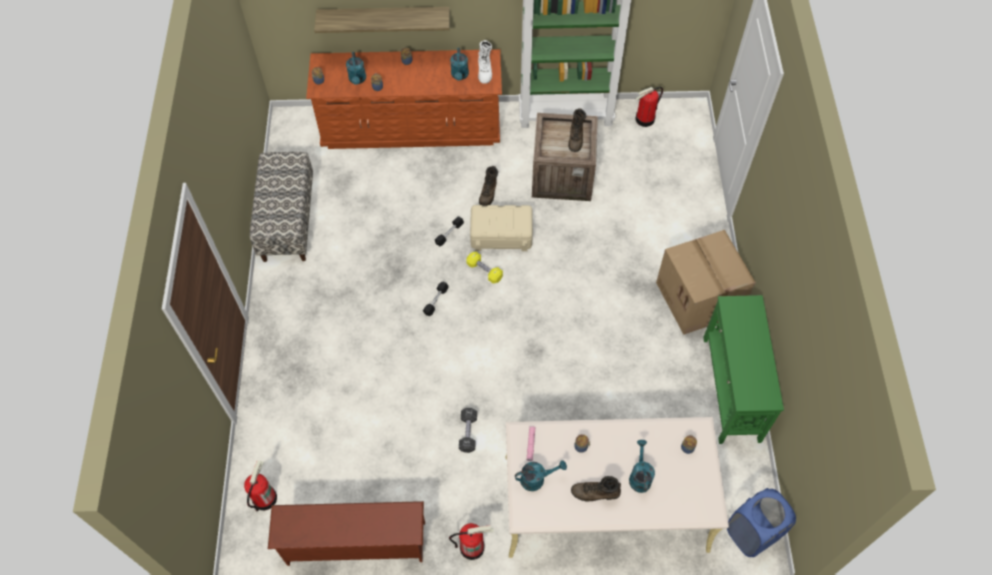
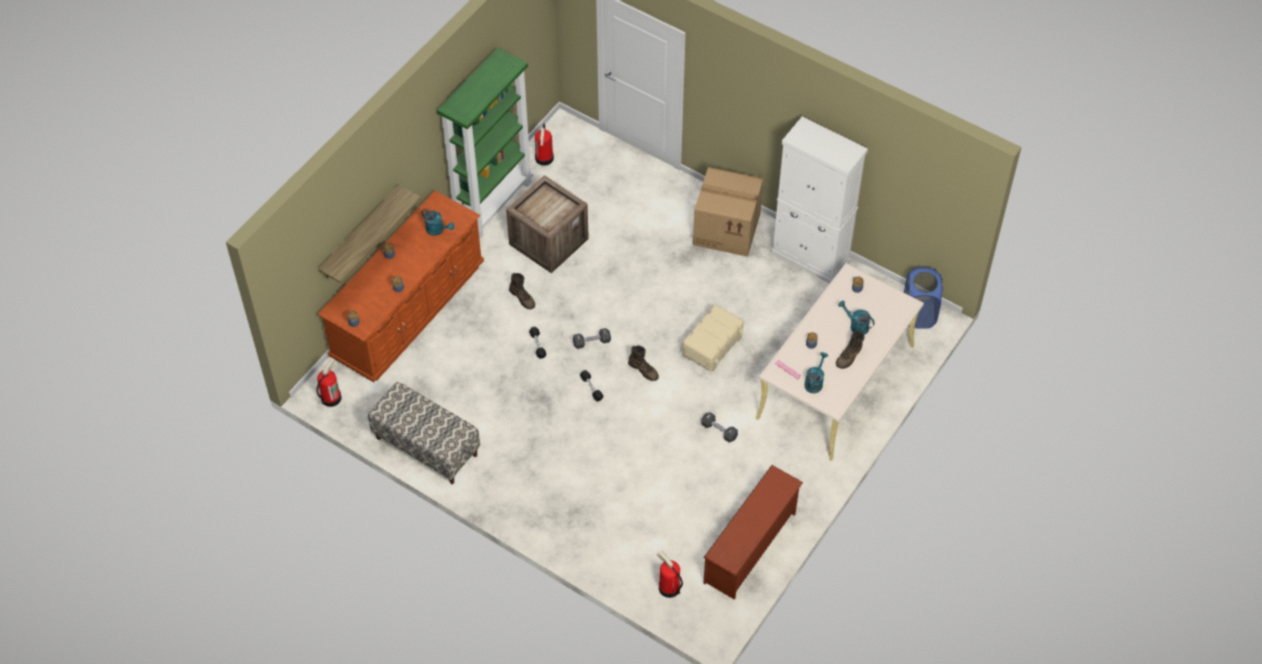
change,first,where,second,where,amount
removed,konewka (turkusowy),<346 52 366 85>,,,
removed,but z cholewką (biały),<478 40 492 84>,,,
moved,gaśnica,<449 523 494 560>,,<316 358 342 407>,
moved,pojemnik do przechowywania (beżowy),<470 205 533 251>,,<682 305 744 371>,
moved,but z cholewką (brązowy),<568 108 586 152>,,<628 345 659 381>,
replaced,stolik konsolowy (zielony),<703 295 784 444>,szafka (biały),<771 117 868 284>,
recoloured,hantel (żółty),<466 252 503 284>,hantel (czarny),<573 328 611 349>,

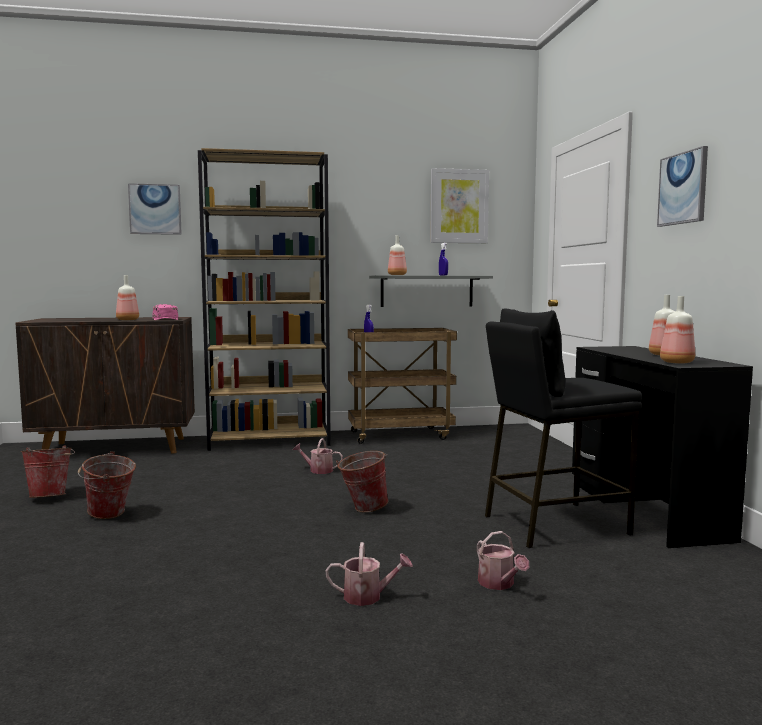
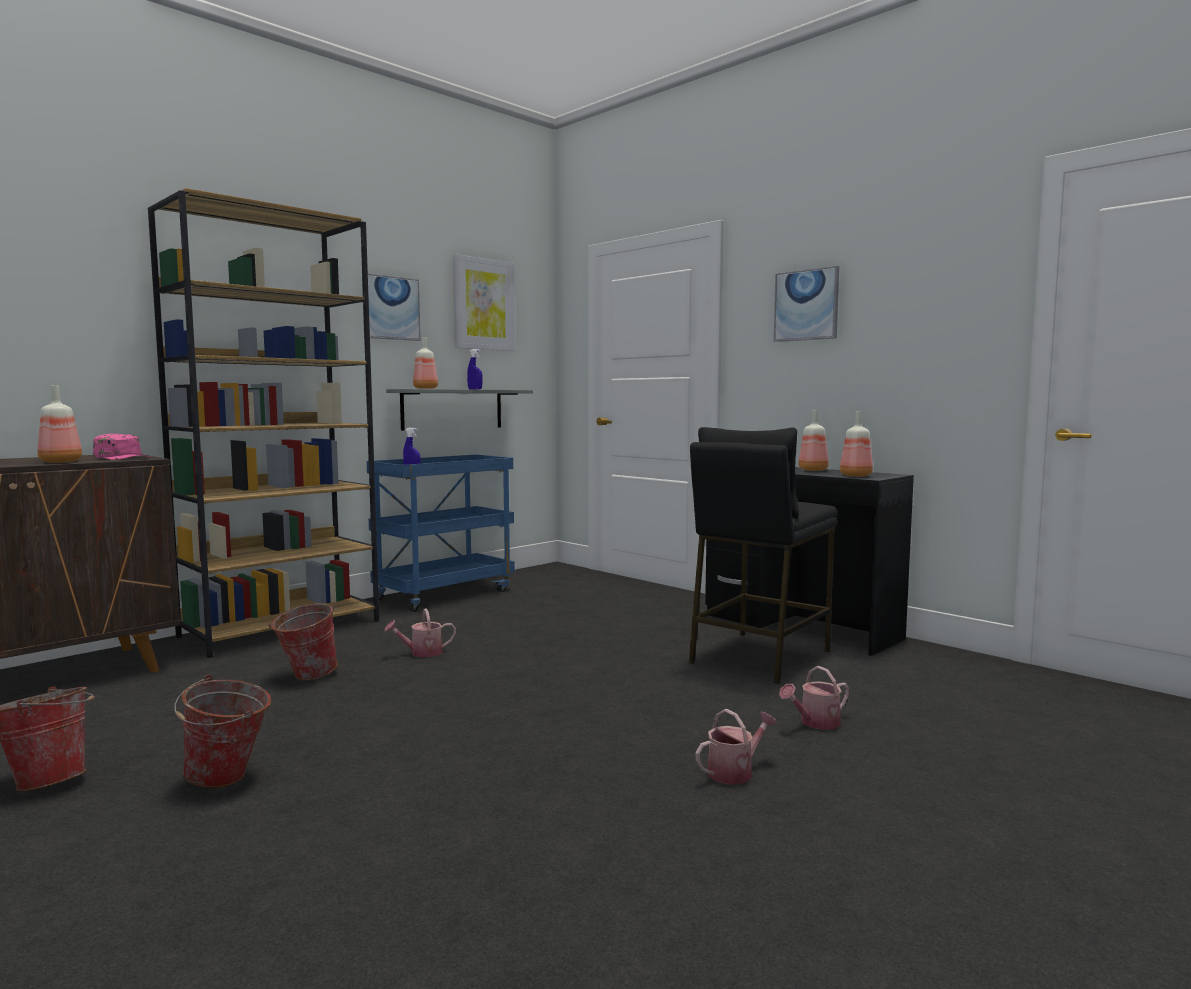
change,first,where,second,where,amount
moved,obraz,<128 183 182 235>,,<362 274 421 341>,
moved,wiadro,<336 451 389 513>,,<268 603 338 681>,
recoloured,wózek (brązowy),<348 328 457 444>,wózek (niebieski),<367 455 515 612>,
turned,konewka,<477 531 529 590>,,<779 666 850 730>,120 degrees clockwise

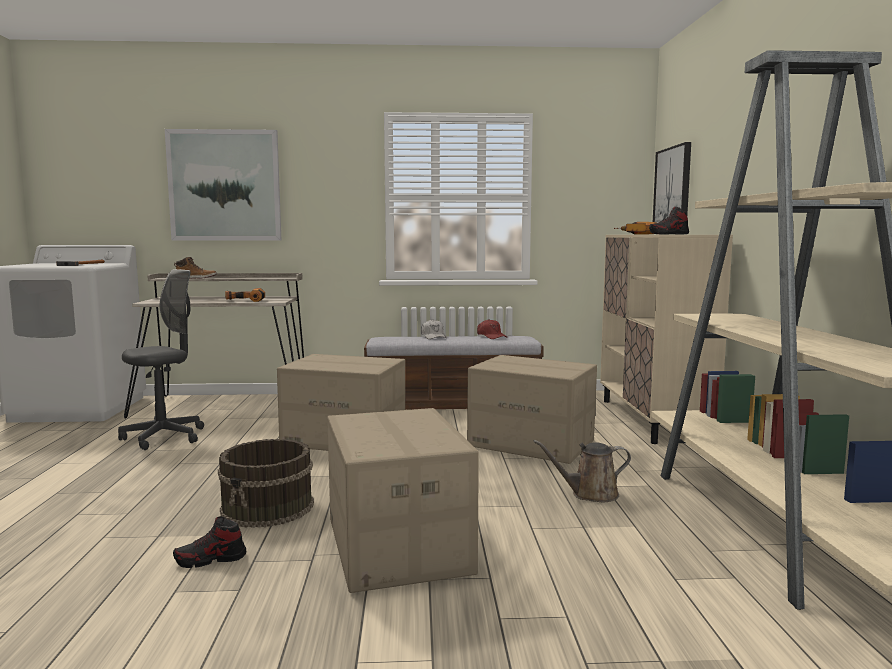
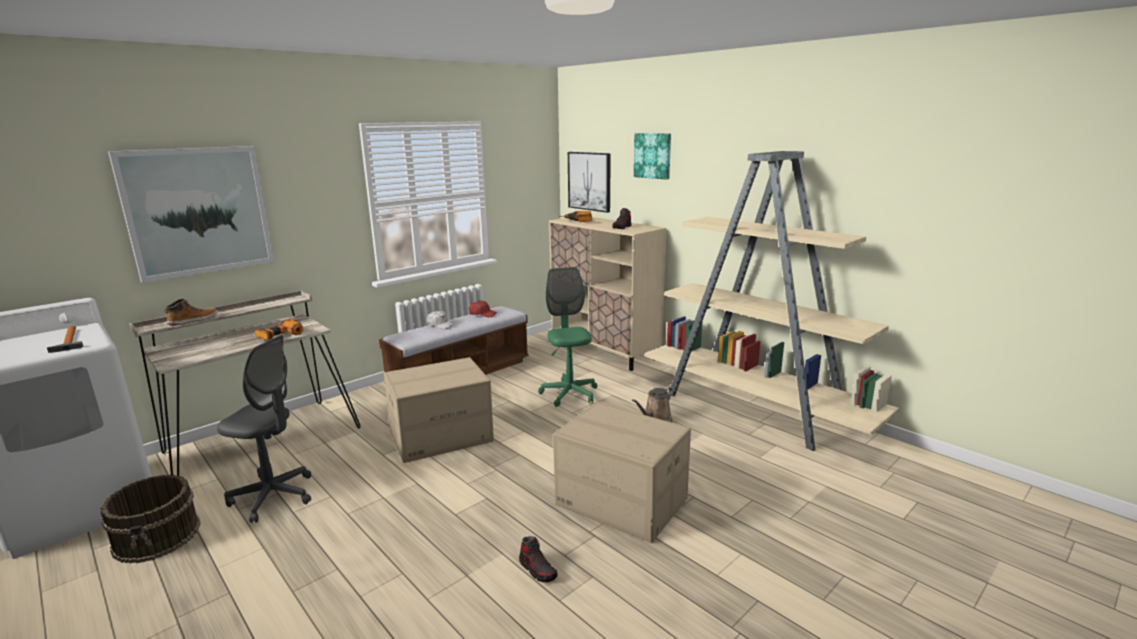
change,first,where,second,where,amount
added,,,obraz,<634 133 671 179>,
moved,wiadro (brązowy),<218 439 314 528>,,<100 475 201 563>,
replaced,karton,<467 355 597 464>,krzesło biurowe (zielony),<538 267 597 407>,
turned,krzesło biurowe (szary),<118 269 204 450>,,<217 335 311 523>,105 degrees clockwise
turned,but,<173 516 246 568>,,<519 536 557 582>,75 degrees counterclockwise

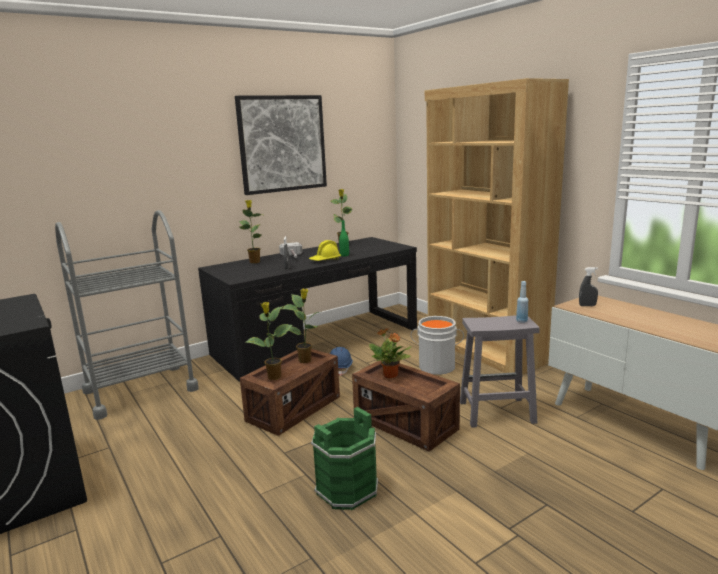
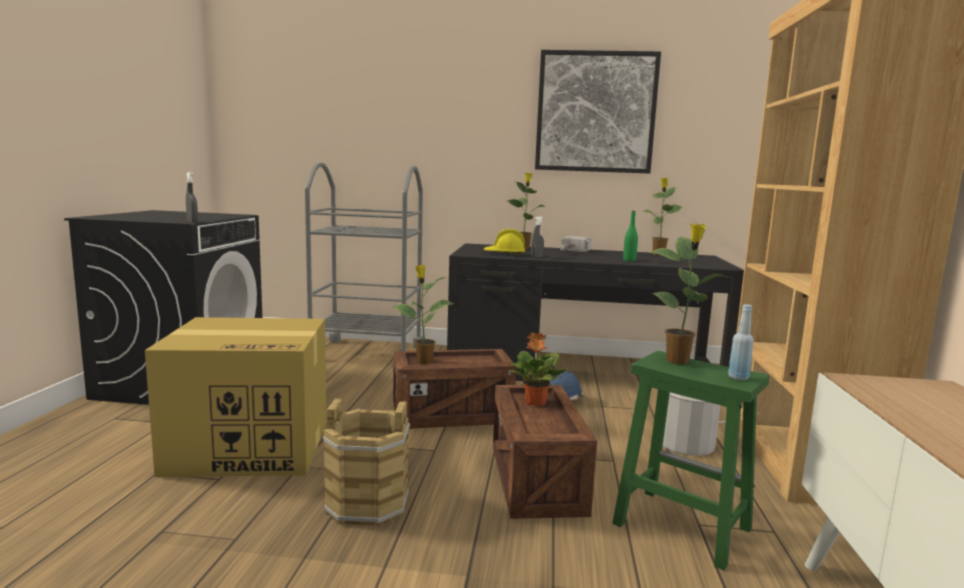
change,first,where,second,where,amount
added,,,karton,<145 317 327 477>,
moved,roślina doniczkowa,<282 289 319 363>,,<649 223 728 364>,
moved,kask (żółty),<309 240 341 261>,,<483 229 525 256>,
moved,spryskiwacz (szary),<579 267 598 306>,,<186 172 198 222>,
recoloured,wiadro (zielony),<311 407 378 510>,wiadro (brązowy),<323 399 410 527>,
recoloured,stołek (szary),<460 315 540 428>,stołek (zielony),<612 351 769 570>,

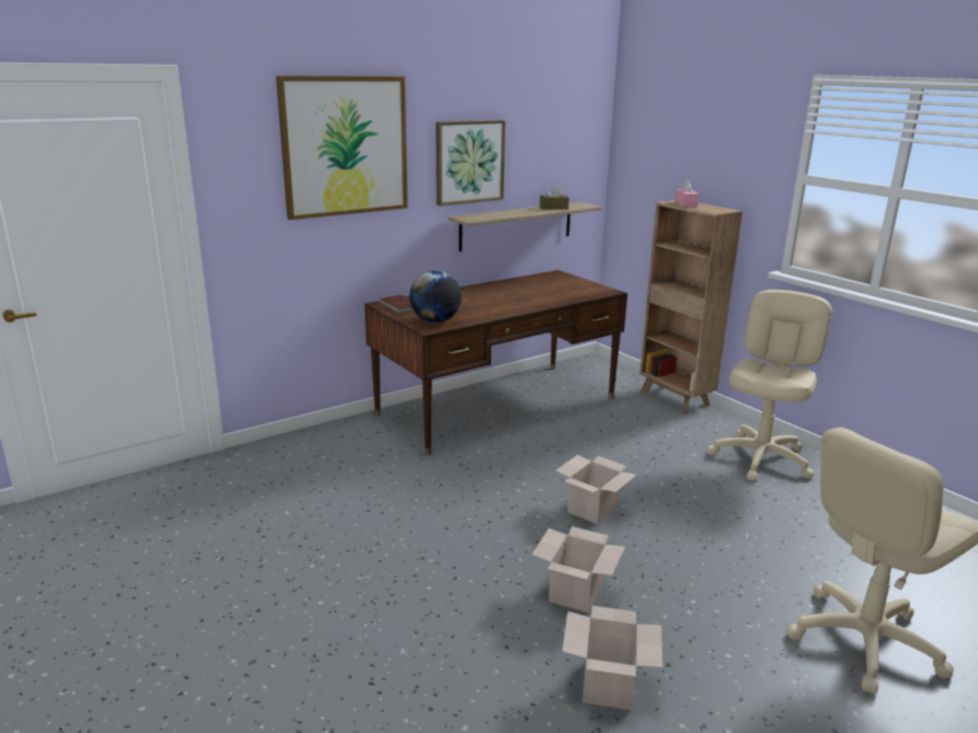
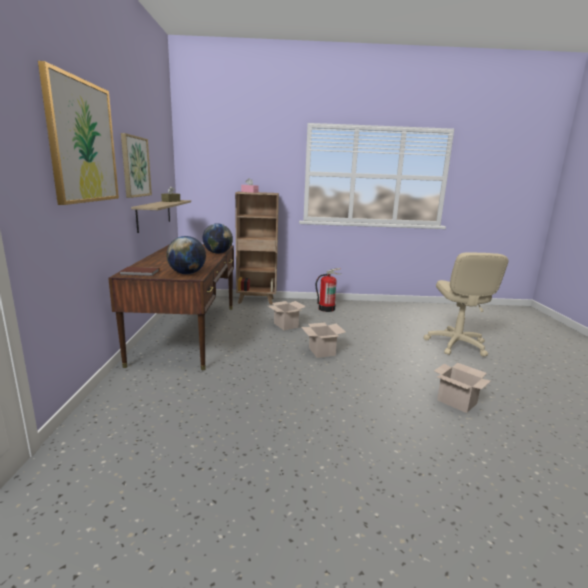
change,first,where,second,where,amount
added,,,globus,<203 223 233 254>,
moved,karton,<532 526 625 613>,,<268 301 306 330>,
replaced,krzesło biurowe (beżowy),<707 290 832 481>,gaśnica,<316 268 340 312>,

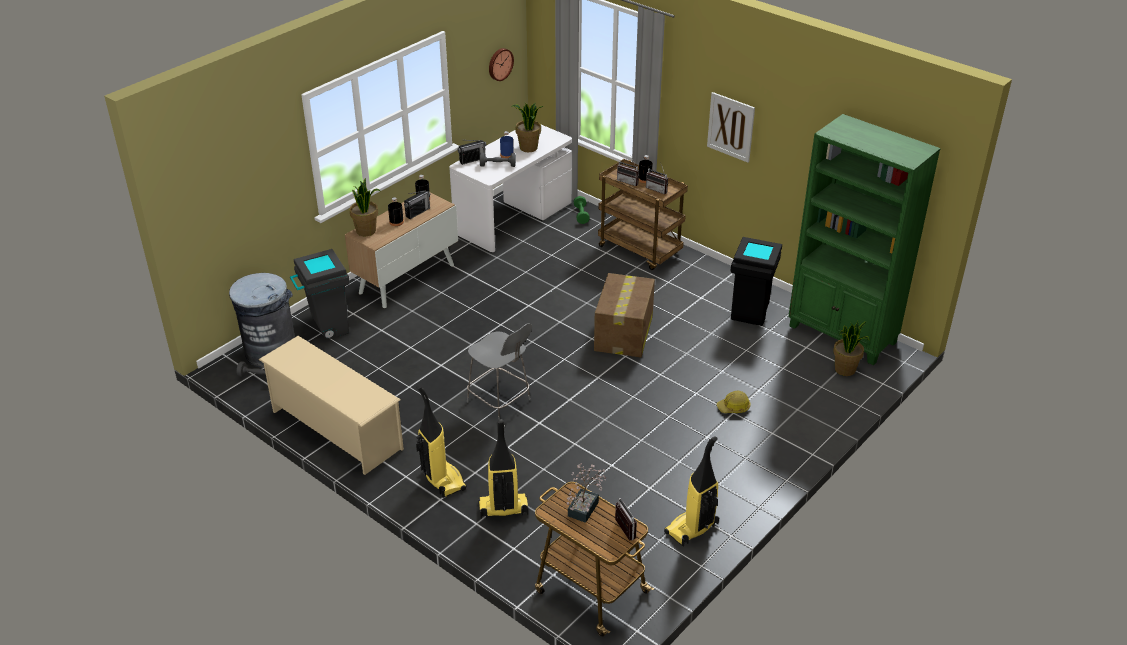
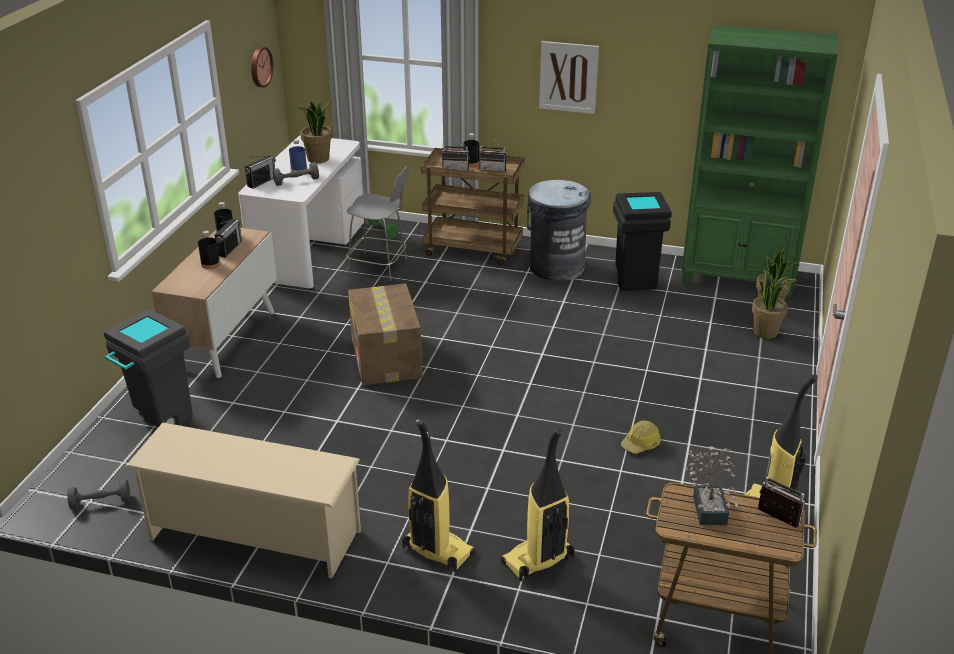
change,first,where,second,where,amount
moved,kosz na śmieci (szary),<229 273 295 368>,,<527 180 591 281>,
moved,roślina doniczkowa,<349 178 380 236>,,<752 269 797 339>,
moved,stołek (szary),<467 323 532 420>,,<346 166 409 281>,
moved,karton,<594 273 655 357>,,<348 284 422 386>,
moved,kask,<717 390 751 413>,,<621 421 661 454>,

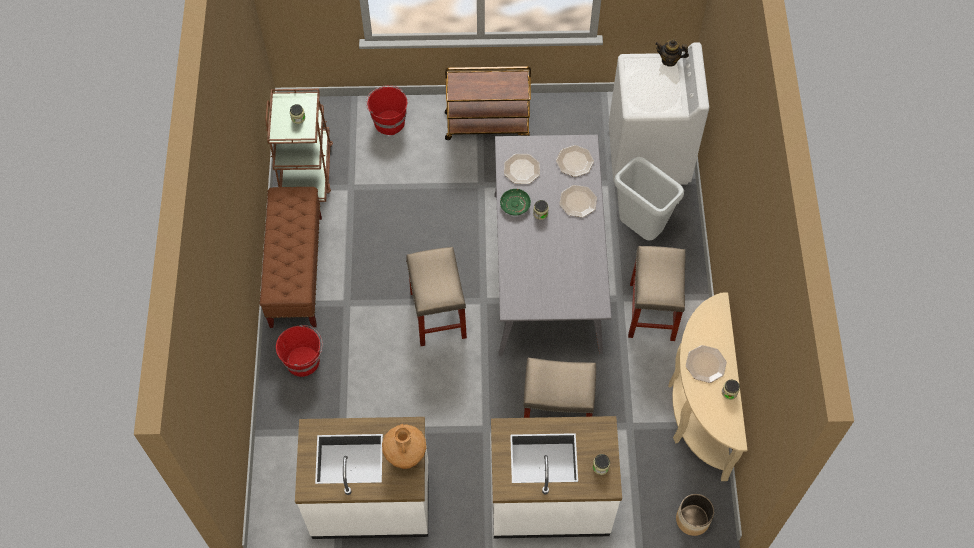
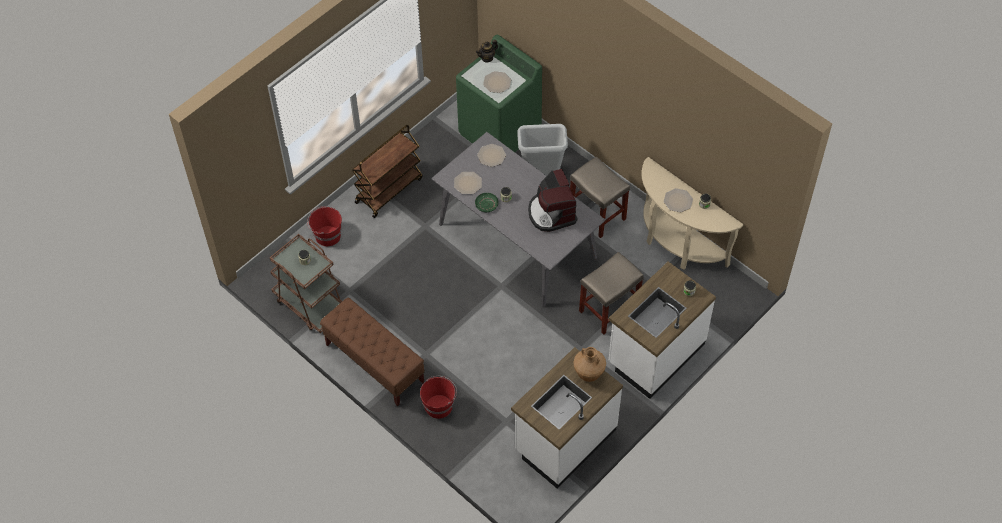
change,first,where,second,where,amount
removed,stołek (beżowy),<406 247 467 346>,,,
removed,donica,<676 494 714 536>,,,
added,,,ekspres do kawy,<528 169 577 232>,
moved,talerz,<559 185 597 217>,,<483 71 511 93>,
recoloured,pralka (biały),<609 42 709 185>,pralka (zielony),<456 34 542 152>,

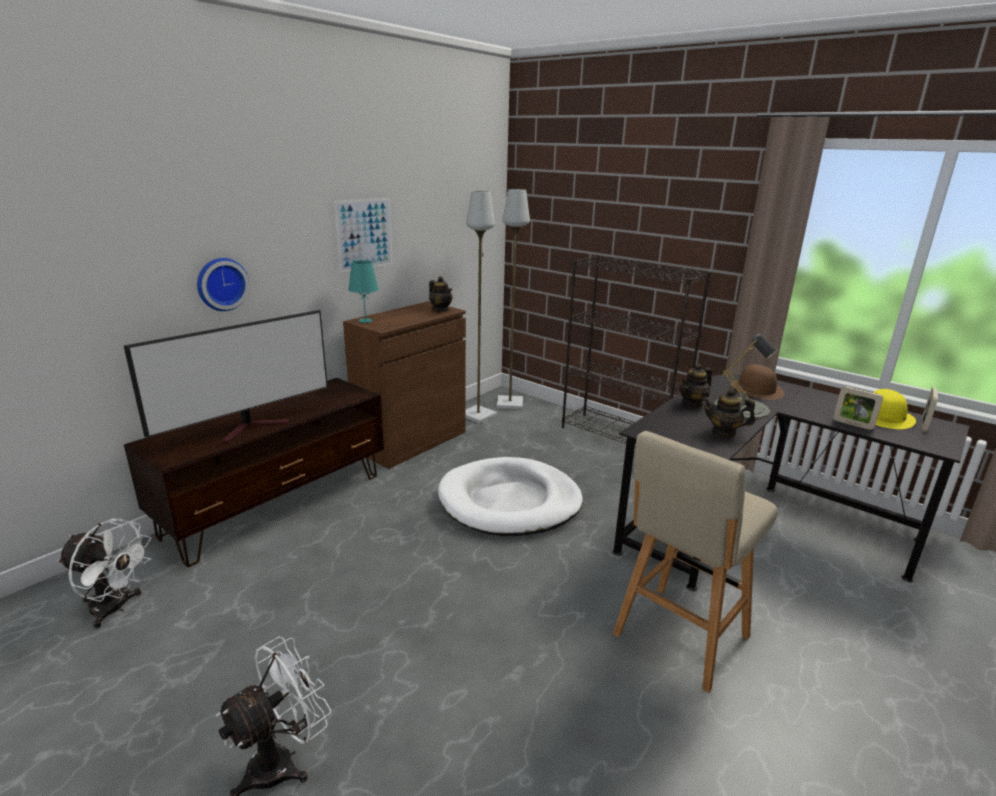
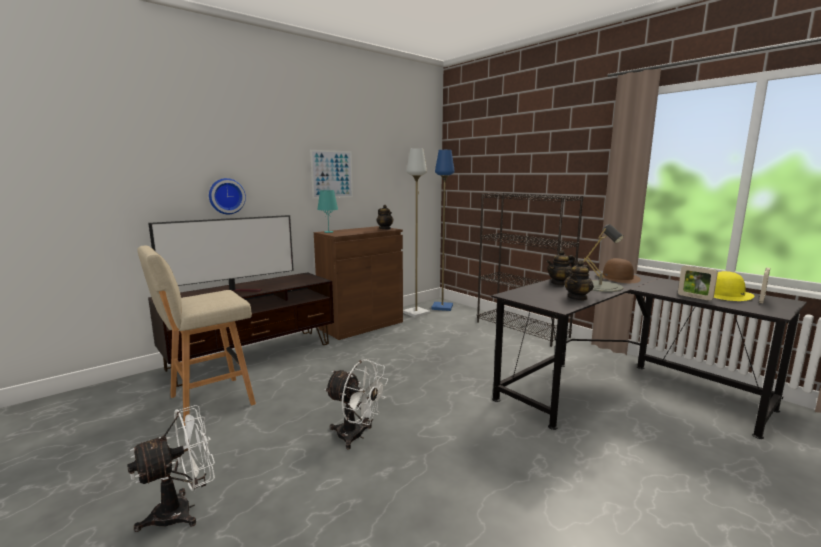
change,first,where,second,where,amount
removed,legowisko (biały),<438 457 583 536>,,,
moved,wentylator (biały),<58 519 152 629>,,<324 359 388 449>,
moved,stołek (beżowy),<613 431 778 693>,,<137 246 256 426>,
recoloured,lampa stojąca (szary),<497 189 530 409>,lampa stojąca (niebieski),<431 150 455 311>,
turned,imbryk,<703 389 756 438>,,<564 260 594 301>,75 degrees counterclockwise

